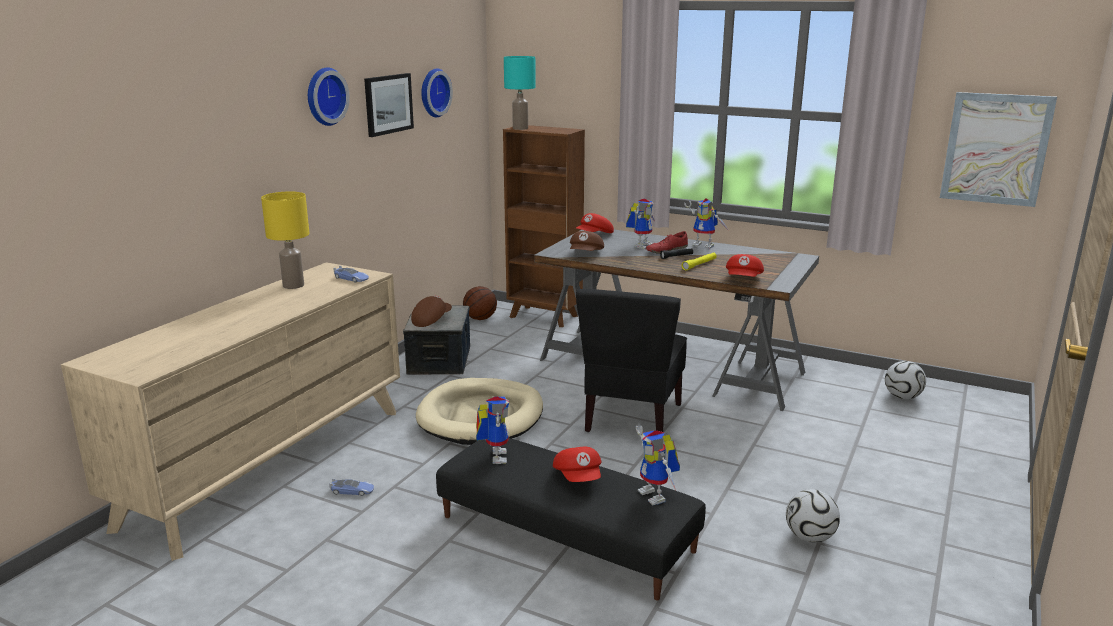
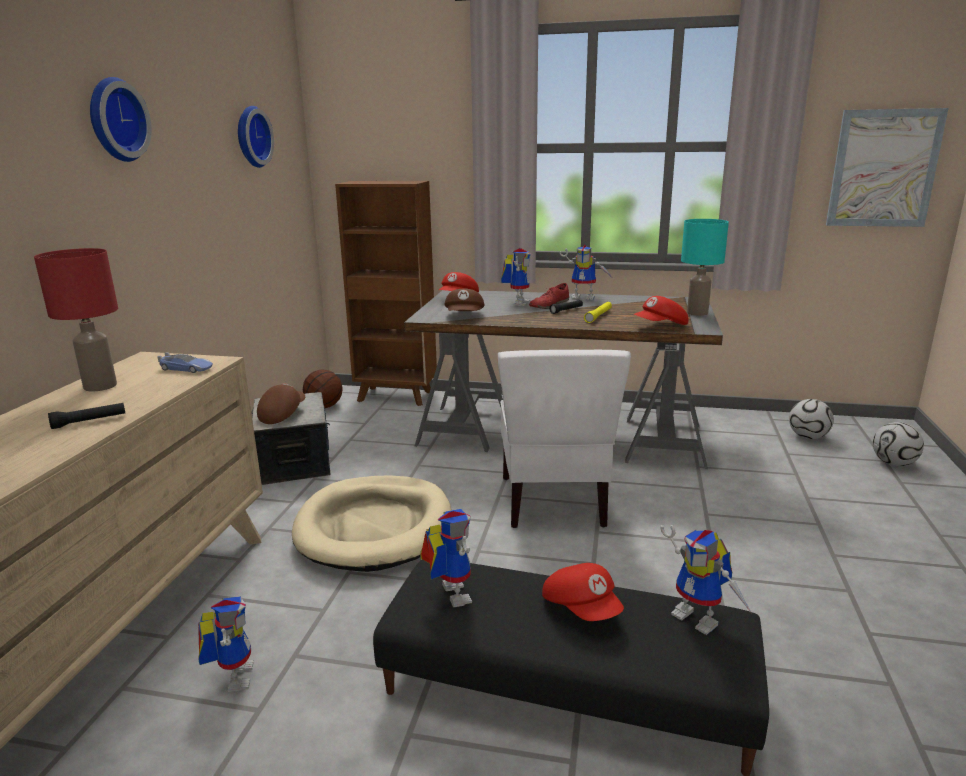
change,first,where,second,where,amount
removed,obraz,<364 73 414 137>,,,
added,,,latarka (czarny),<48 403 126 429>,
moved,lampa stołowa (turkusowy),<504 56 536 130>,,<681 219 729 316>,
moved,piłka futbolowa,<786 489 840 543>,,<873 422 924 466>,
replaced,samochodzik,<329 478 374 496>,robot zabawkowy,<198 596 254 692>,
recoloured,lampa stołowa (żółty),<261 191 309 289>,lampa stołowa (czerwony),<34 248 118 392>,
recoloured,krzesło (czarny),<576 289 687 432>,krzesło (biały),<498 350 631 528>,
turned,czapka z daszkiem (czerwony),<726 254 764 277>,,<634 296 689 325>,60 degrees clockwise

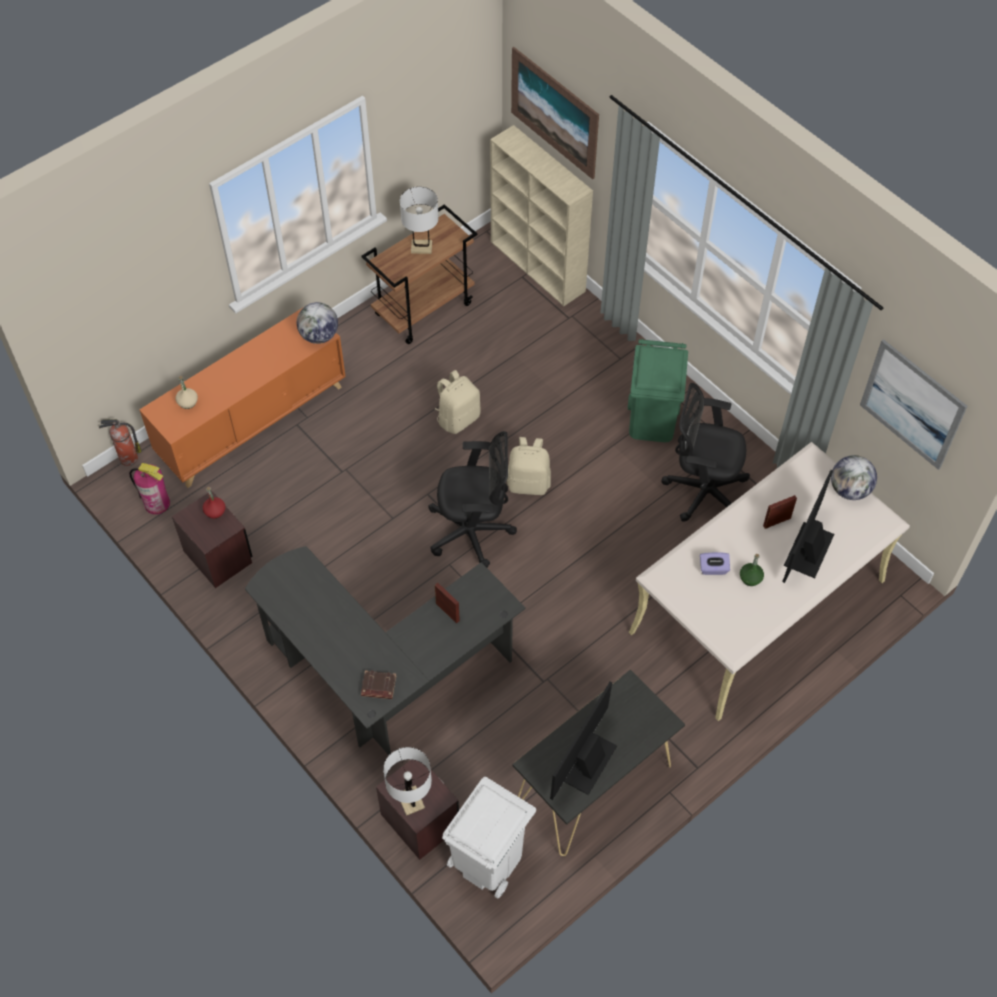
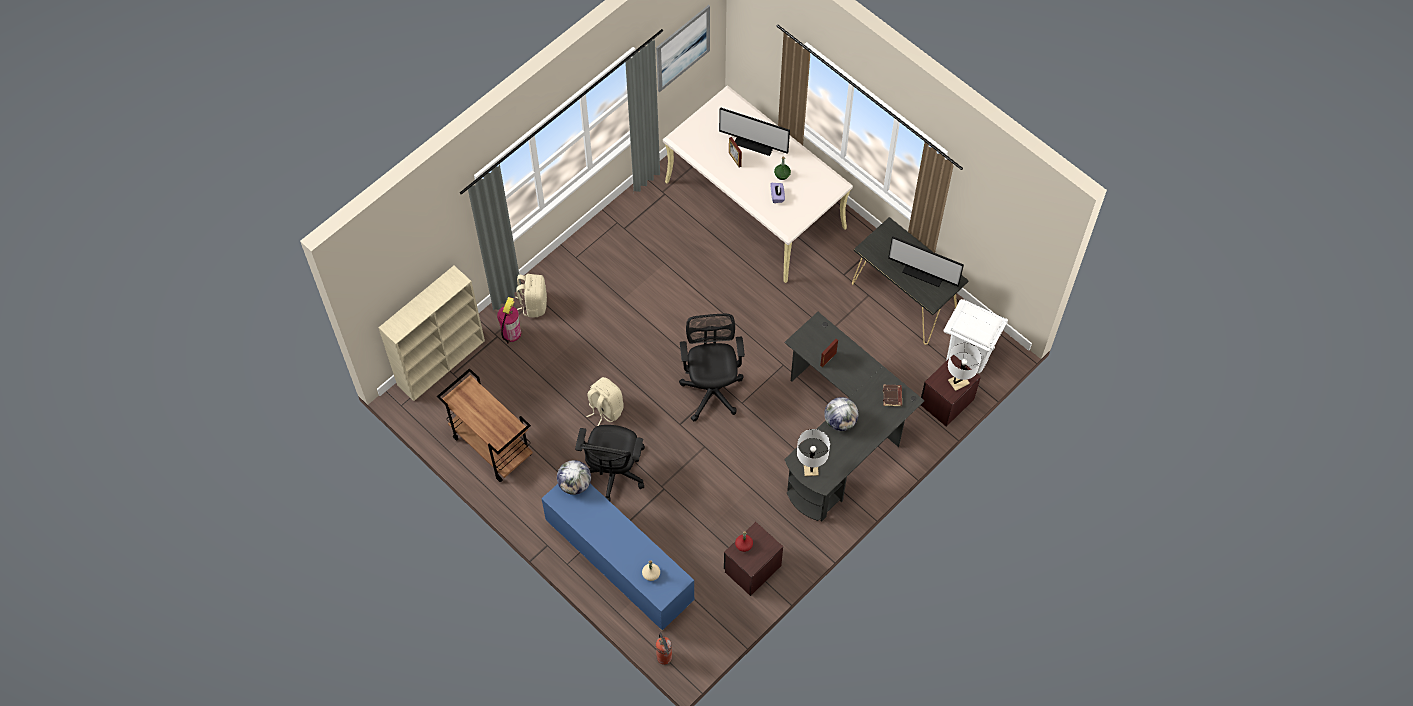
change,first,where,second,where,amount
removed,obraz,<511 47 599 179>,,,
removed,kosz na śmieci (zielony),<628 339 688 442>,,,
moved,gaśnica,<129 463 170 514>,,<497 297 521 344>,
moved,lampa stołowa (biały),<400 187 439 254>,,<797 429 830 477>,
moved,plecak (beżowy),<507 437 551 495>,,<515 274 547 318>,
moved,krzesło biurowe (czarny),<661 383 750 522>,,<575 425 645 501>,
moved,globus,<831 455 877 500>,,<824 397 858 431>,
recoloured,szafka (pomarańczowy),<139 308 346 488>,szafka (niebieski),<541 484 695 631>,

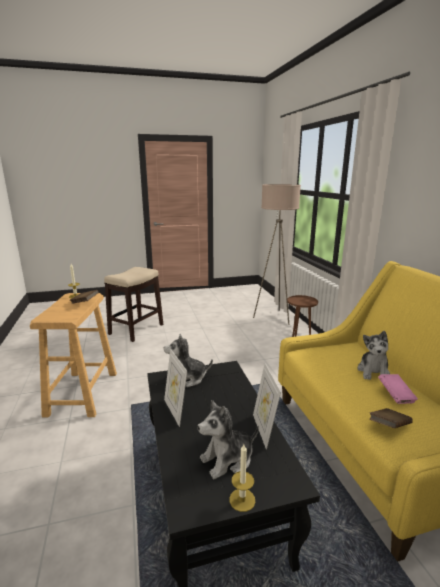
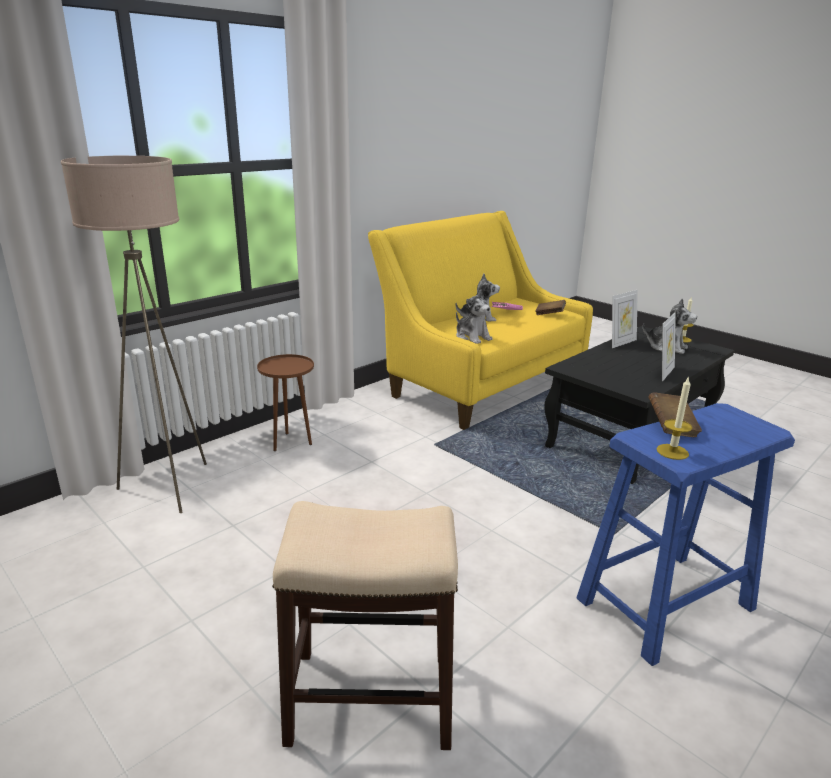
change,first,where,second,where,amount
moved,pluszak,<164 334 213 387>,,<456 290 493 344>,
recoloured,stołek (beżowy),<30 293 117 417>,stołek (niebieski),<577 403 795 666>,

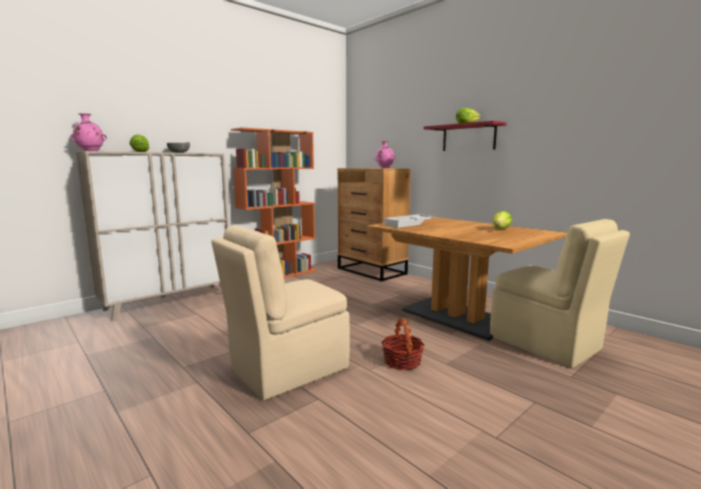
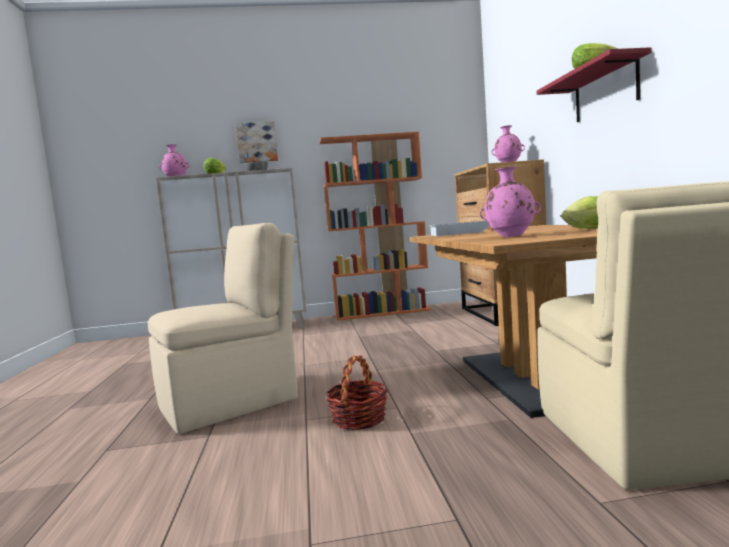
change,first,where,second,where,amount
added,,,obraz,<235 121 278 163>,
added,,,wazon (różowy),<479 167 541 237>,
turned,krzesło (beżowy),<211 226 350 401>,,<148 223 298 435>,150 degrees clockwise

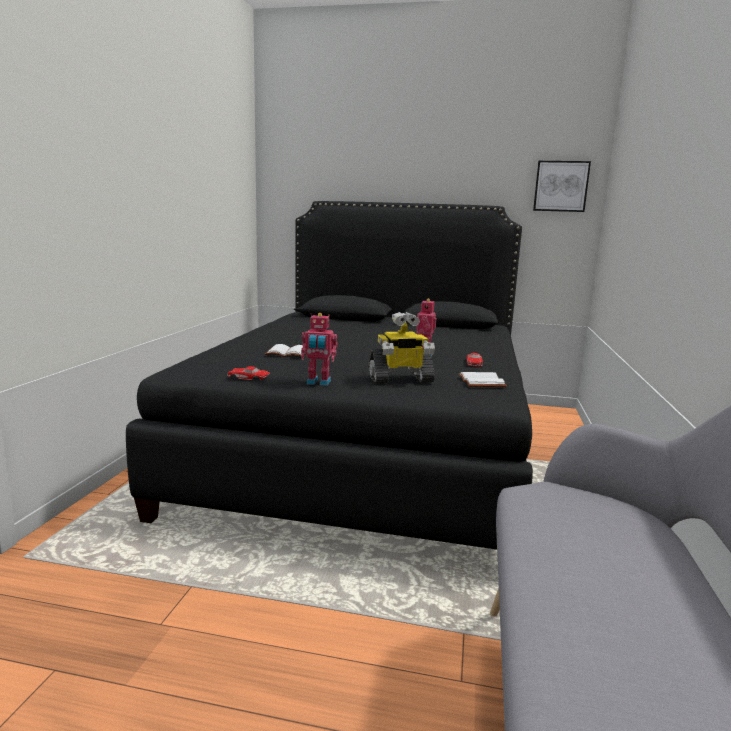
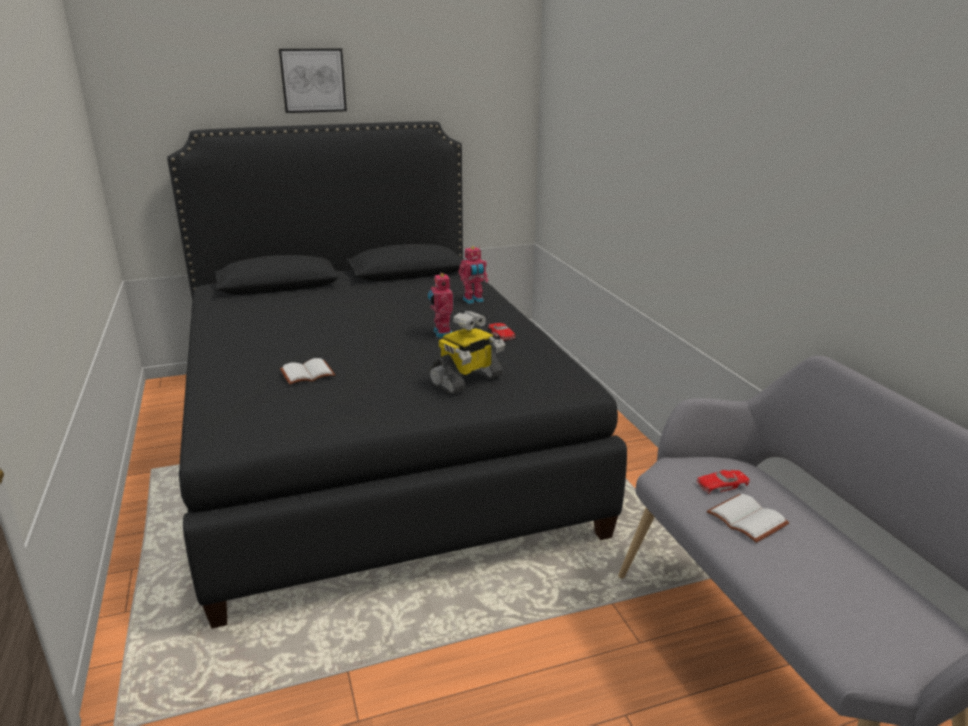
change,first,where,second,where,amount
moved,samochodzik (czerwony),<227 366 270 380>,,<696 470 750 494>,
moved,robot zabawkowy,<301 313 338 386>,,<459 246 488 304>,
moved,książka (biały),<458 372 507 387>,,<707 494 789 543>,
moved,obraz,<533 161 591 212>,,<279 48 347 113>,

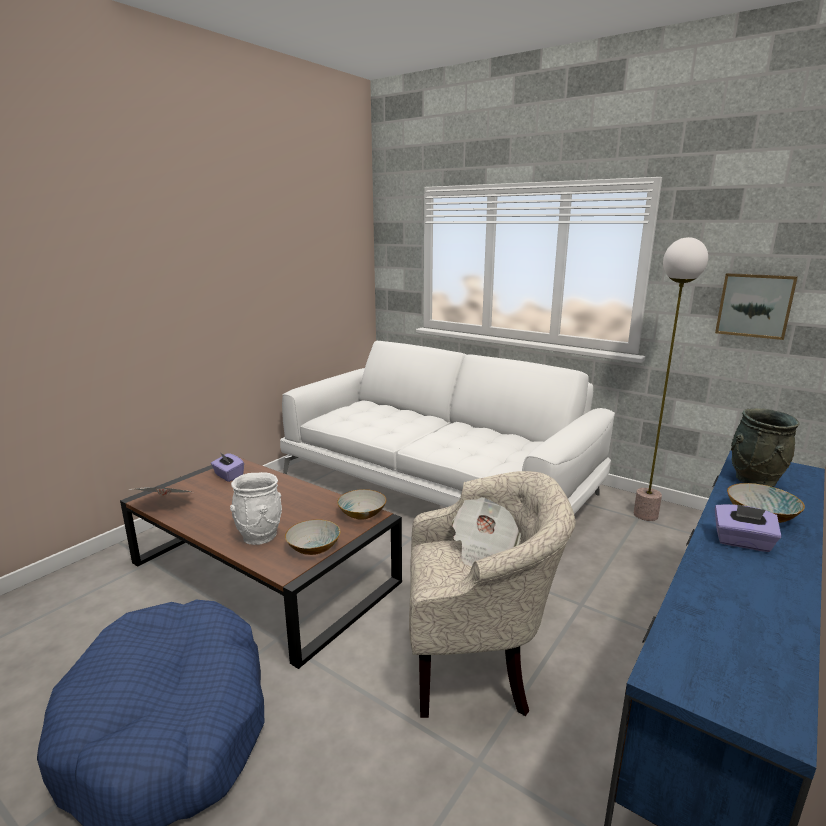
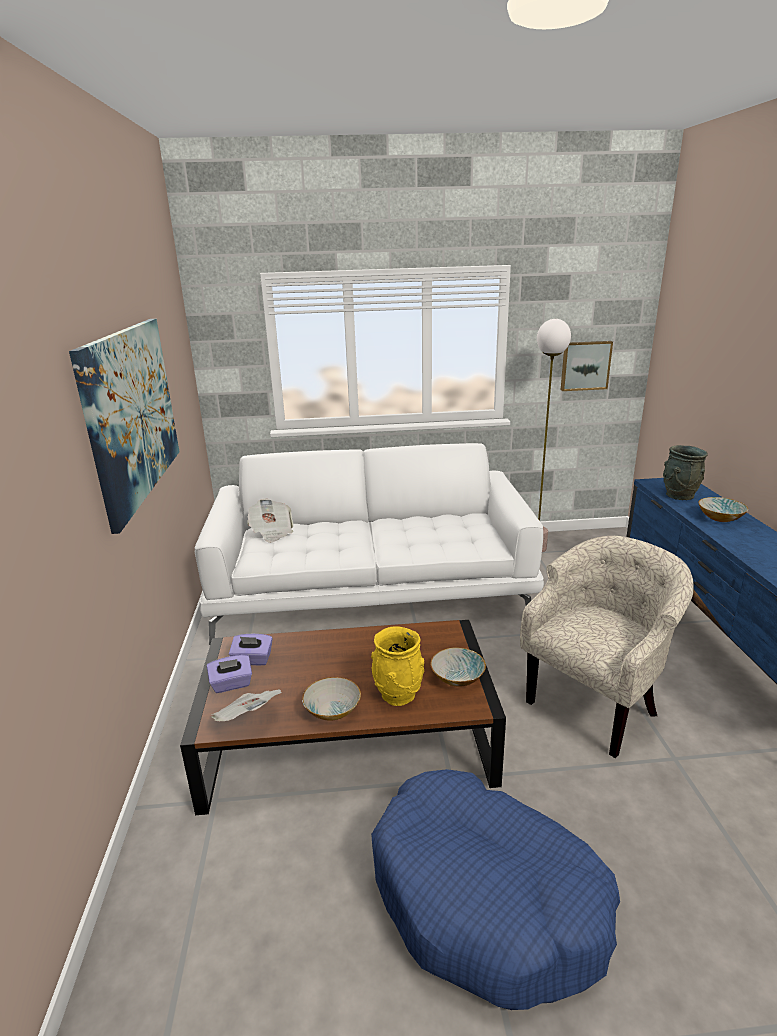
change,first,where,second,where,amount
added,,,obraz,<69 319 179 534>,
moved,miska,<337 489 386 520>,,<302 677 361 721>,
moved,gazeta,<452 497 521 566>,,<247 499 293 543>,
moved,pudełko chusteczek (fioletowy),<715 504 781 552>,,<207 655 252 693>,
recoloured,wazon (biały),<230 472 282 545>,wazon (żółty),<371 626 424 706>,

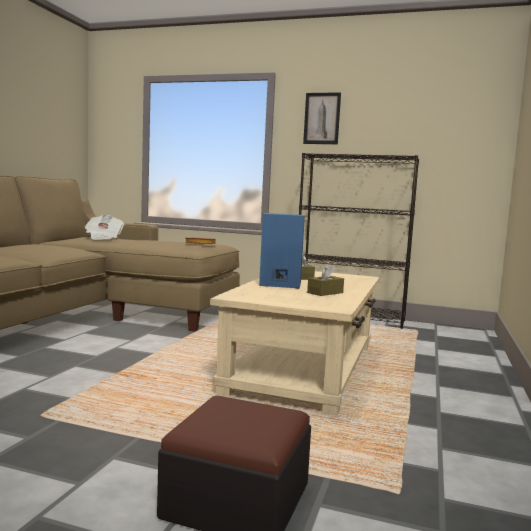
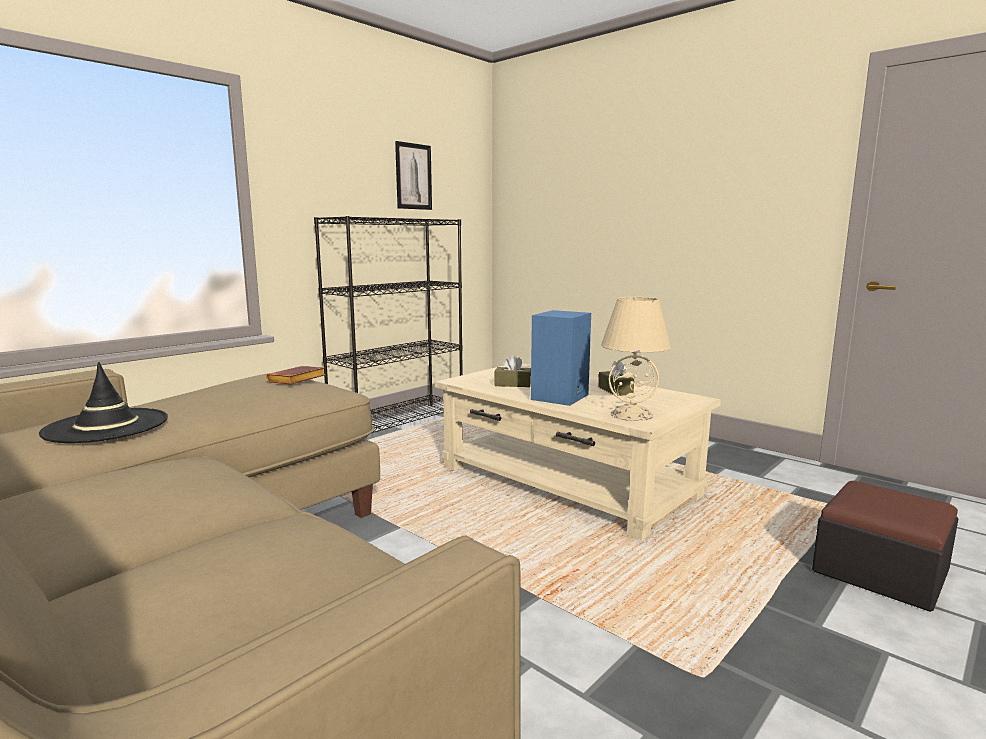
change,first,where,second,where,amount
added,,,lampa stołowa (beżowy),<601 297 671 421>,
moved,obraz,<303 92 341 144>,,<395 141 432 210>,
replaced,gazeta,<84 215 125 240>,kapelusz (czarny),<39 362 168 443>,

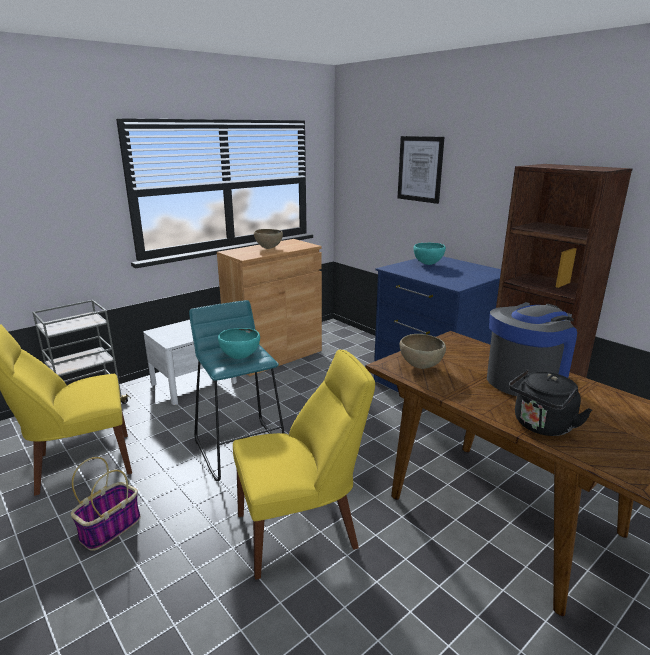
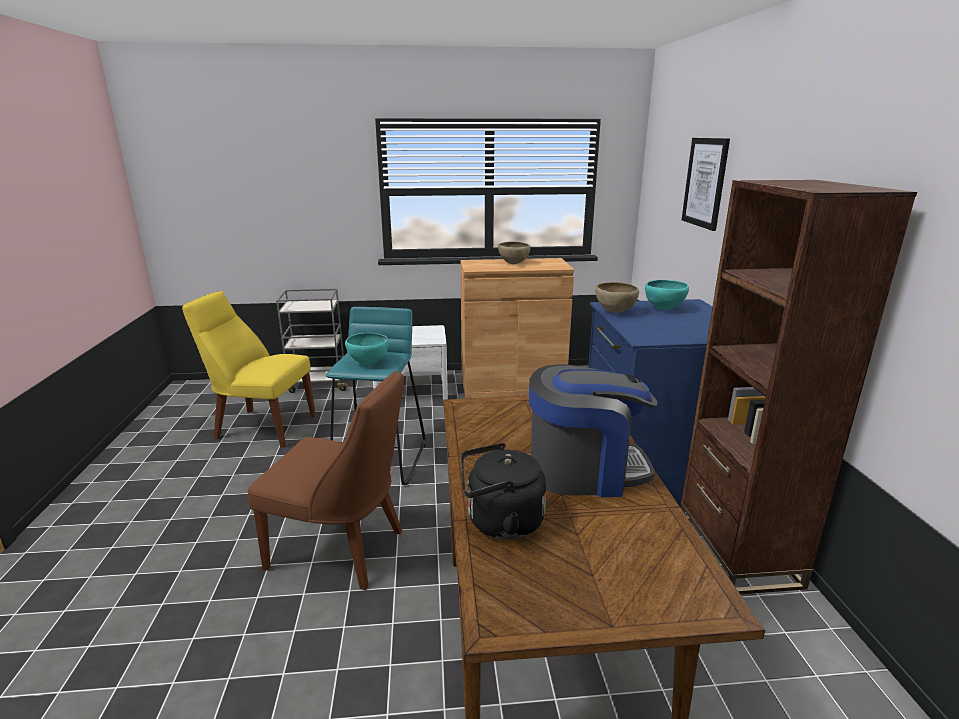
change,first,where,second,where,amount
removed,koszyk,<71 457 141 551>,,,
moved,miska (brązowy),<400 334 446 369>,,<595 282 639 313>,
recoloured,krzesło (żółty),<233 349 375 580>,krzesło (brązowy),<247 371 404 590>,

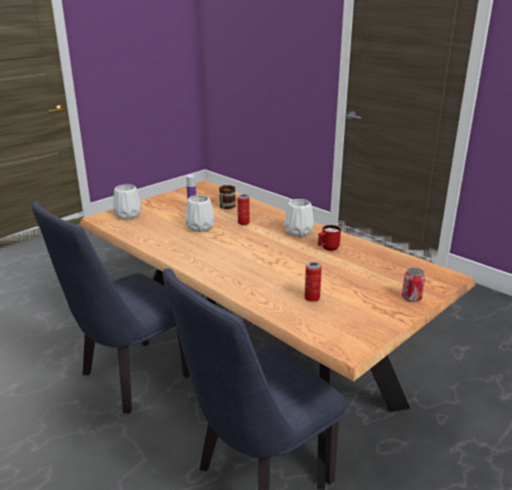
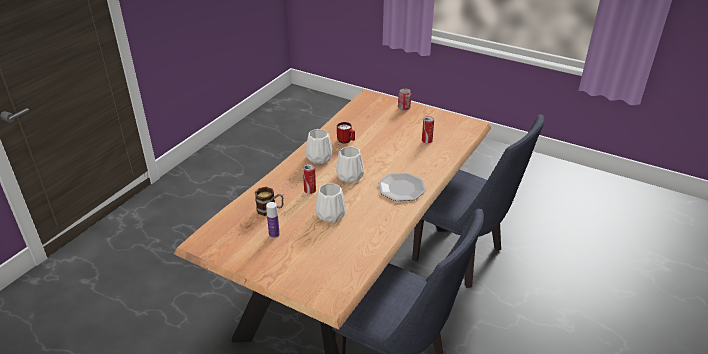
change,first,where,second,where,amount
added,,,talerz,<378 173 426 201>,
moved,wazon (biały),<113 184 142 220>,,<336 146 364 183>,

